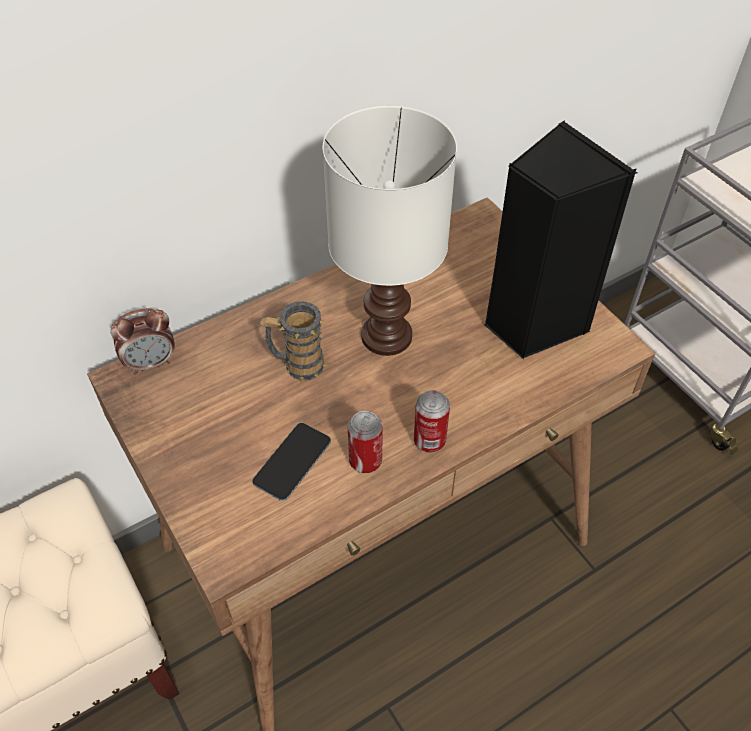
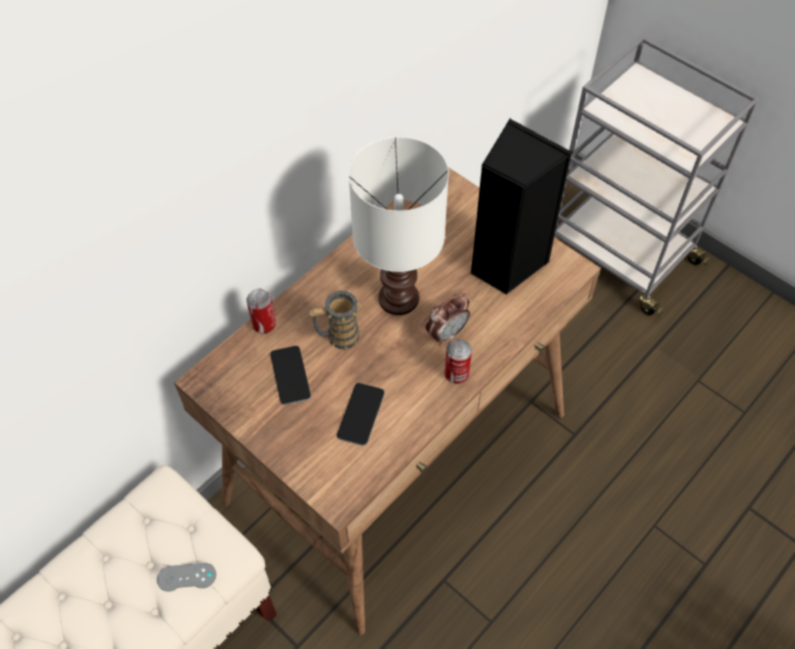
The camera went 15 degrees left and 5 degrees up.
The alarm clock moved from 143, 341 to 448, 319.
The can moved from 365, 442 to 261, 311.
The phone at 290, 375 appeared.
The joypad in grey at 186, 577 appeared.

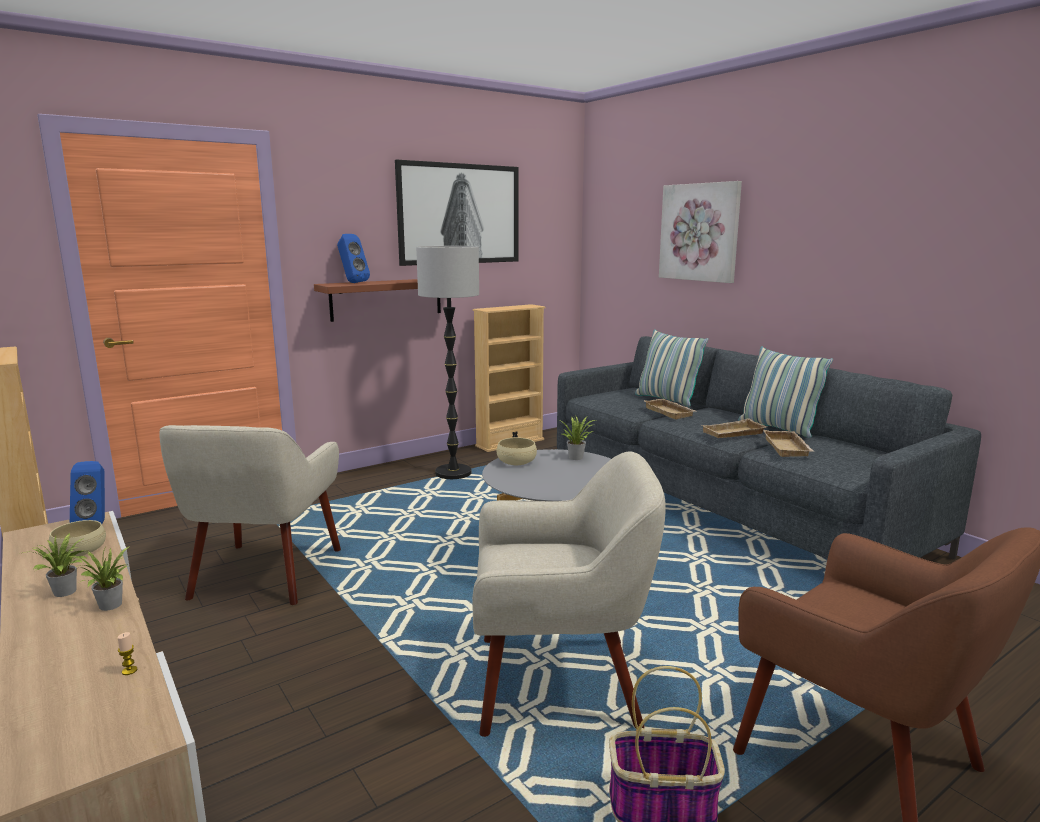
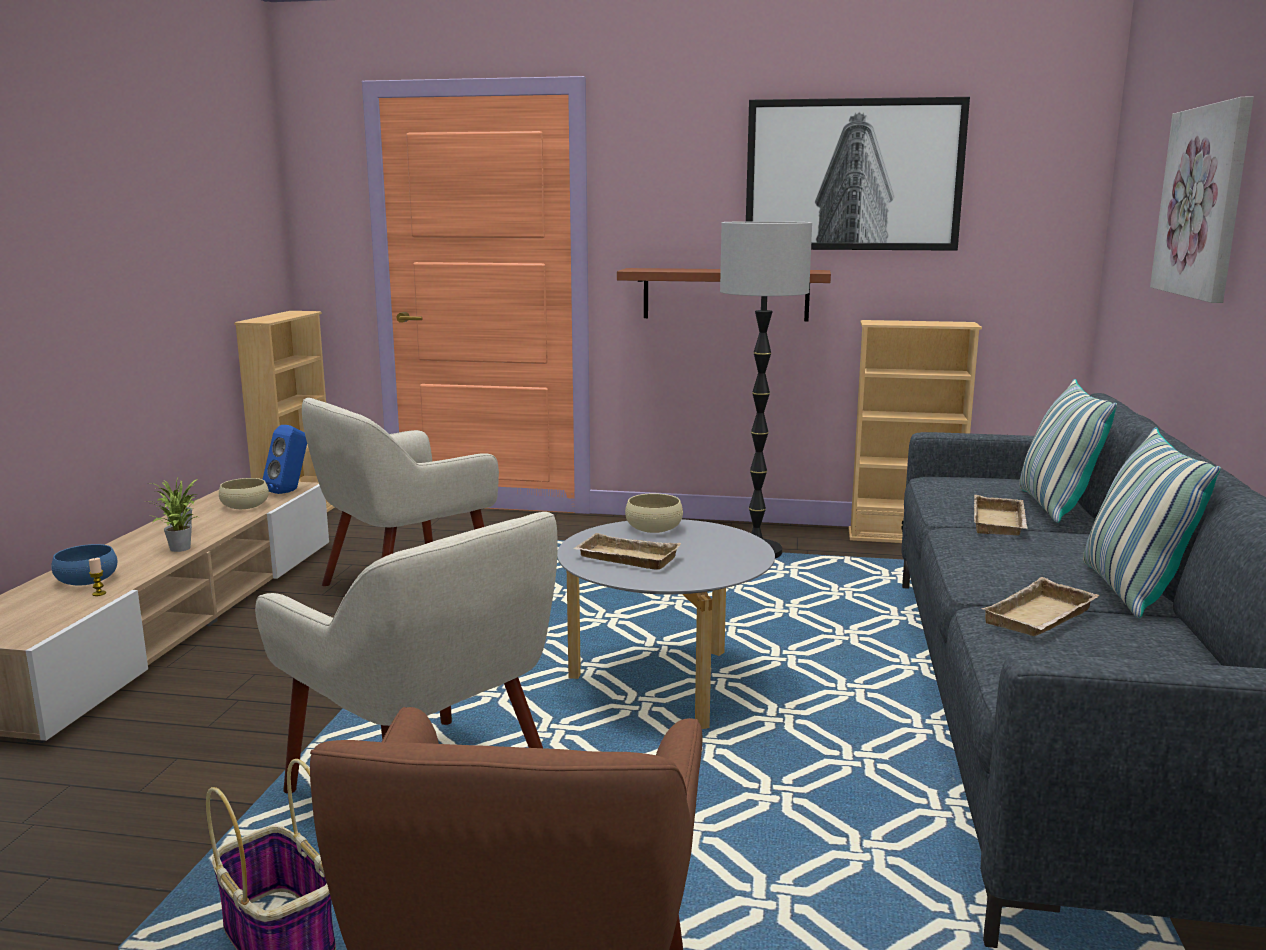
The camera went 45 degrees right and 0 degrees up.
The audio speaker in bluish at 353, 258 disappeared.
The potted plant at 577, 437 disappeared.
The carrying tray in sand-coloured moved from 734, 428 to 627, 551.
The bowl in bluish at 84, 565 appeared.

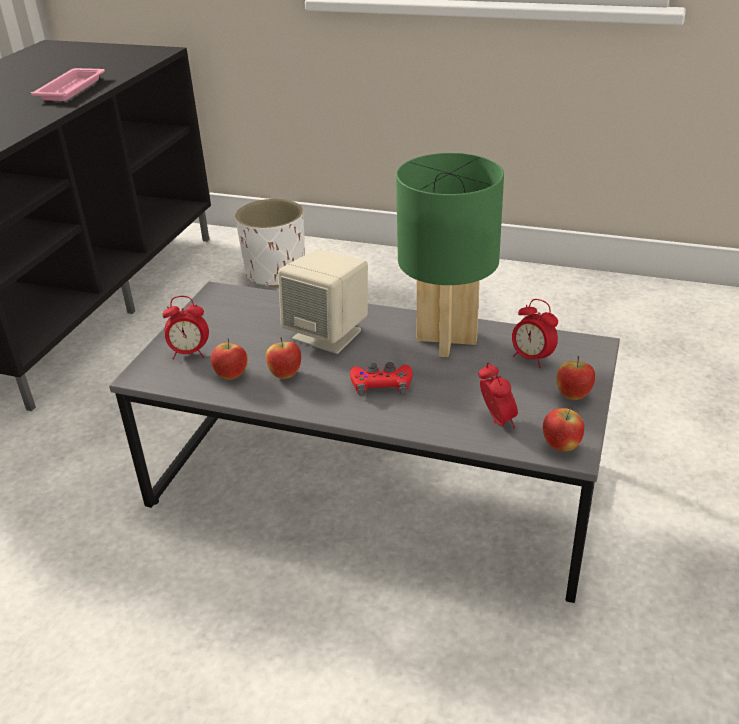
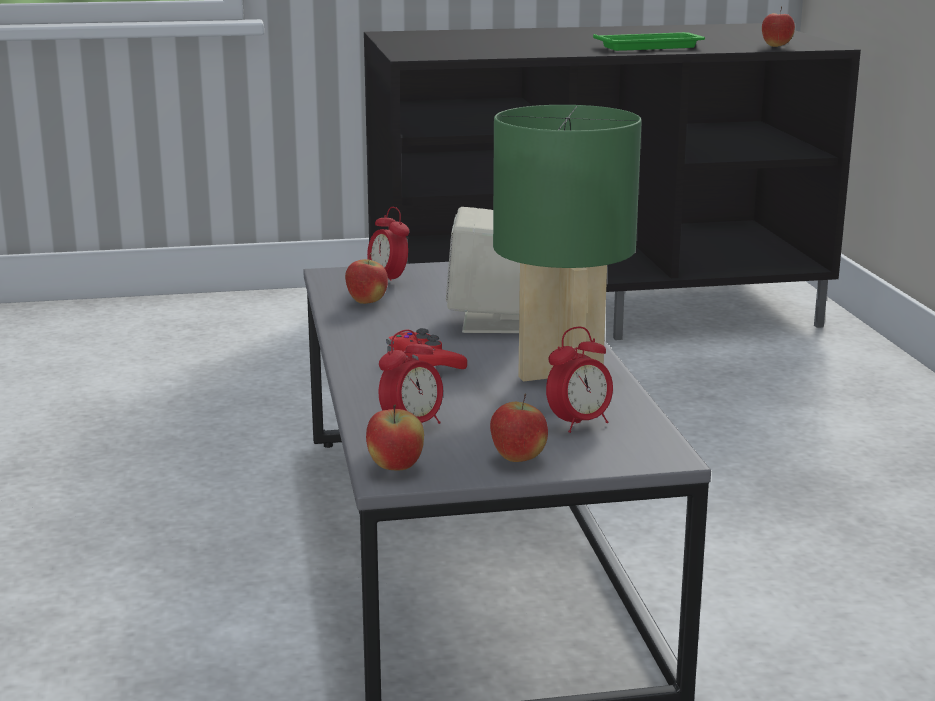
The camera went 60 degrees right and 15 degrees down.
The carrying tray in pink-coloured at 68, 84 became the carrying tray in green-coloured at 649, 41.
The flower pot in white-coloured at 270, 243 disappeared.
The alarm clock at 535, 333 turned 135 degrees counterclockwise.
The apple fruit moved from 283, 358 to 778, 26.

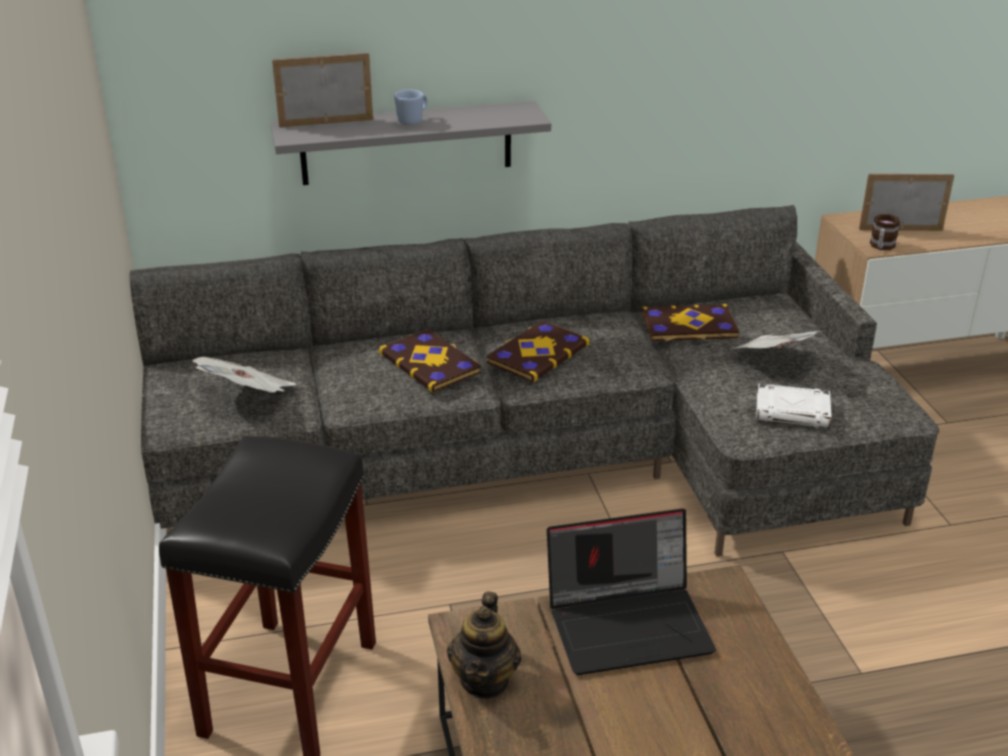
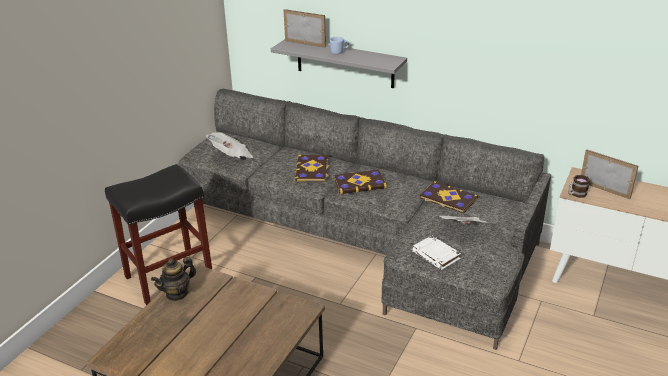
The camera went 40 degrees right and 0 degrees up.
The notebook computer at 631, 592 disappeared.

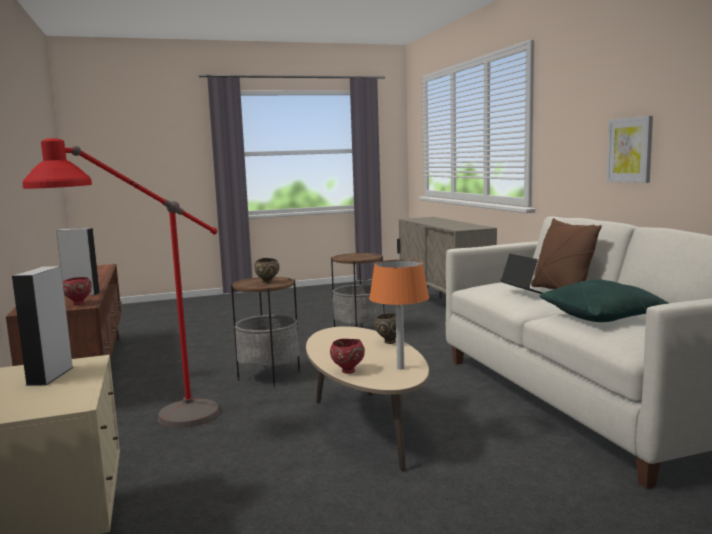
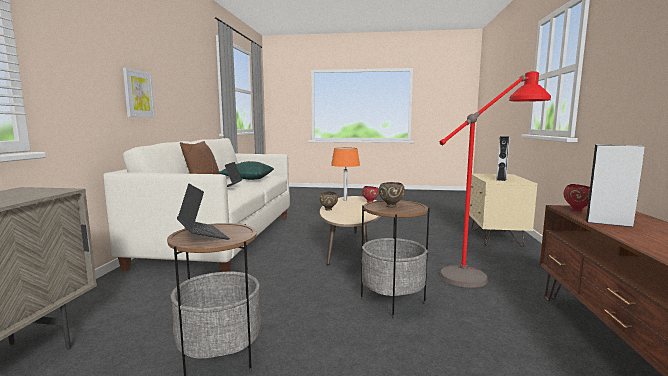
The camera went 155 degrees left and 0 degrees up.
The notebook computer at 203, 212 appeared.

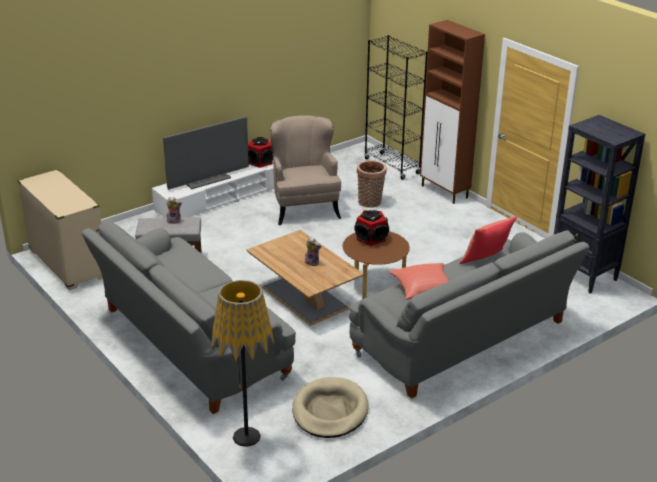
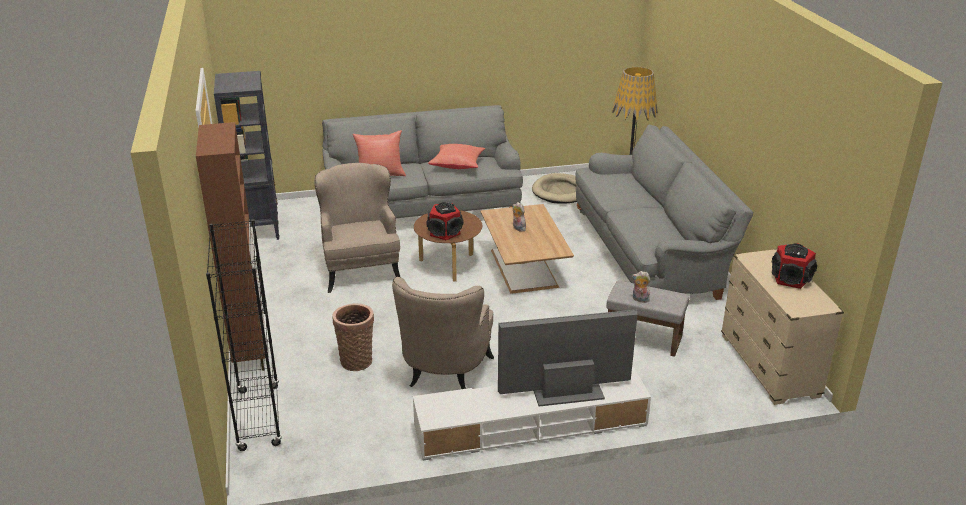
The camera went 155 degrees left and 0 degrees up.
The audio speaker moved from 260, 152 to 794, 266.
The lounge chair in sand-coloured at 357, 228 appeared.

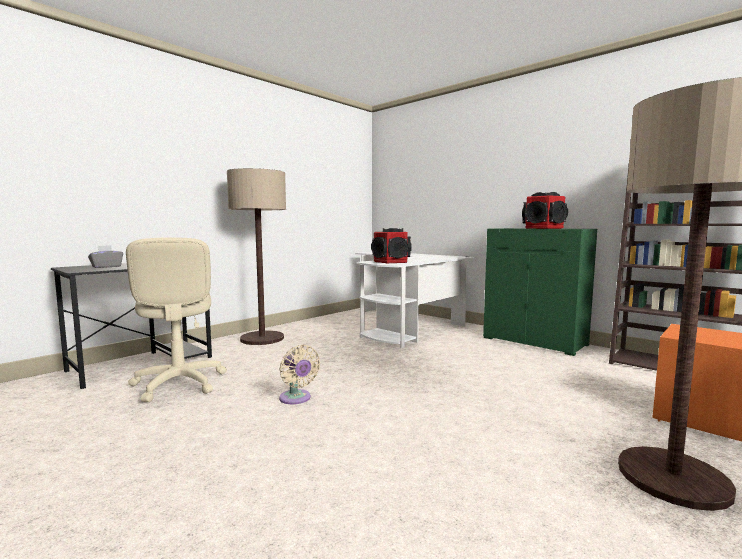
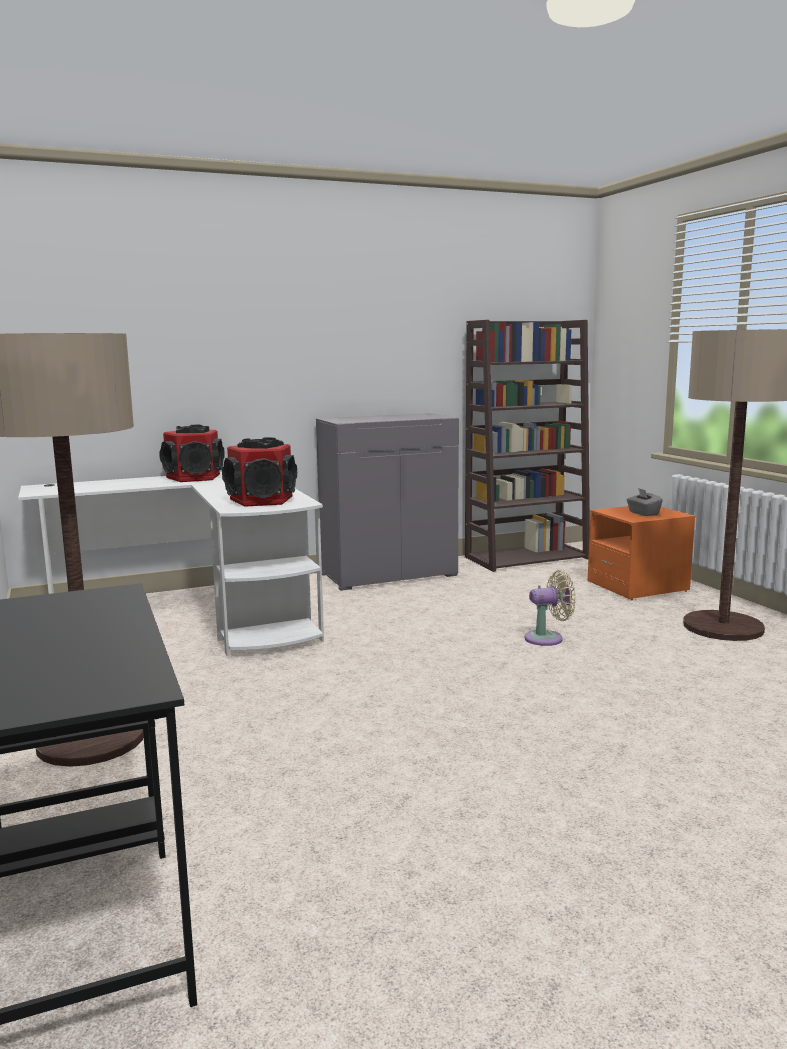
The camera went 65 degrees left and 5 degrees up.
The audio speaker moved from 545, 210 to 192, 453.
The storage cabinet in green-coloured at 540, 292 became the storage cabinet in grey at 387, 502.
The desk chair in sand-coloured at 176, 319 disappeared.
The tissue holder in grey moved from 105, 256 to 645, 502.
The cooling fan in sand-coloured moved from 299, 374 to 550, 608.

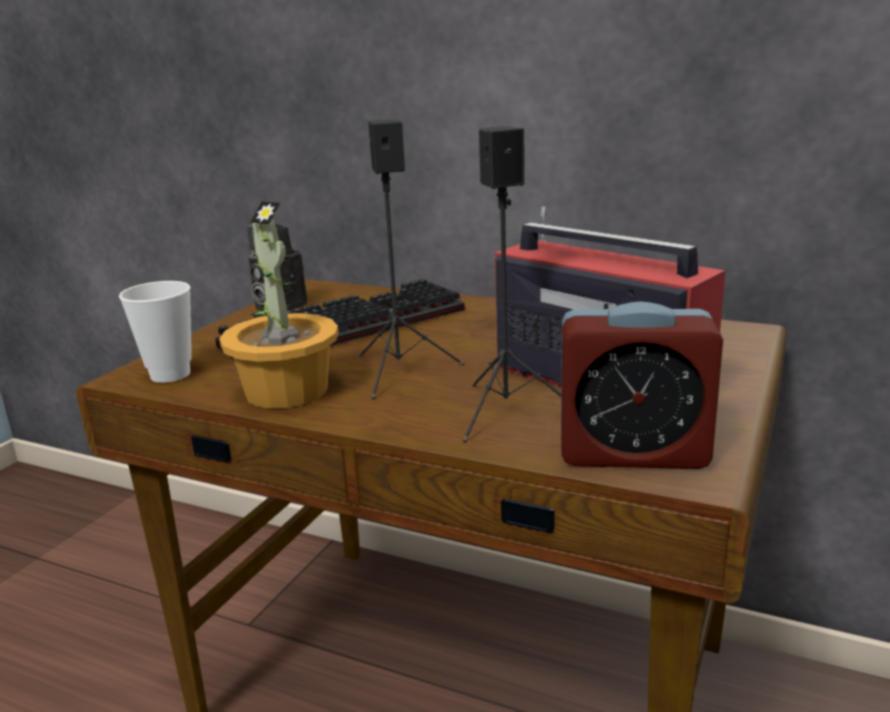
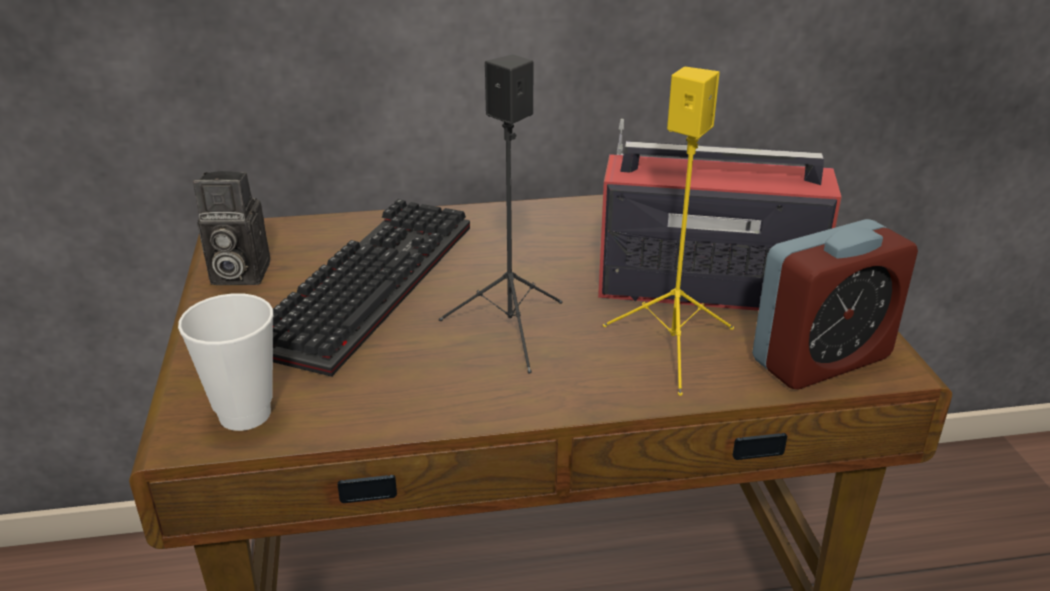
The camera went 35 degrees left and 10 degrees up.
The audio speaker in blackish at 512, 284 became the audio speaker in yellow at 668, 231.
The potted plant at 279, 305 disappeared.

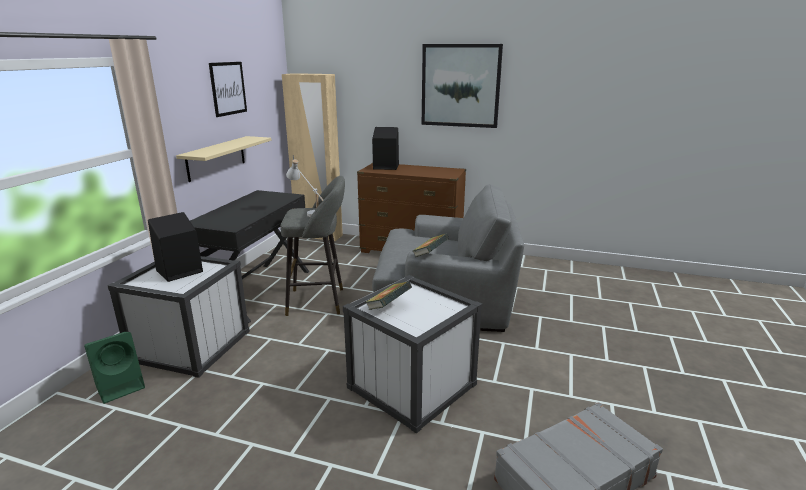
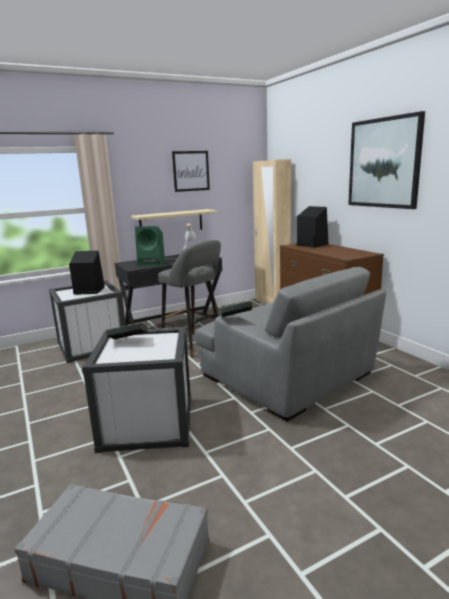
The camera went 45 degrees right and 5 degrees down.
The audio speaker in green-coloured moved from 114, 368 to 150, 246.

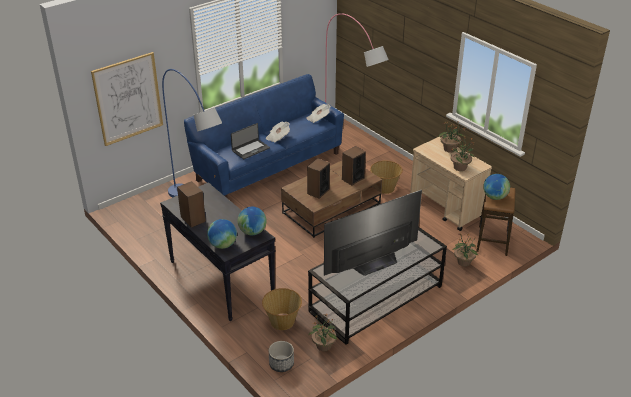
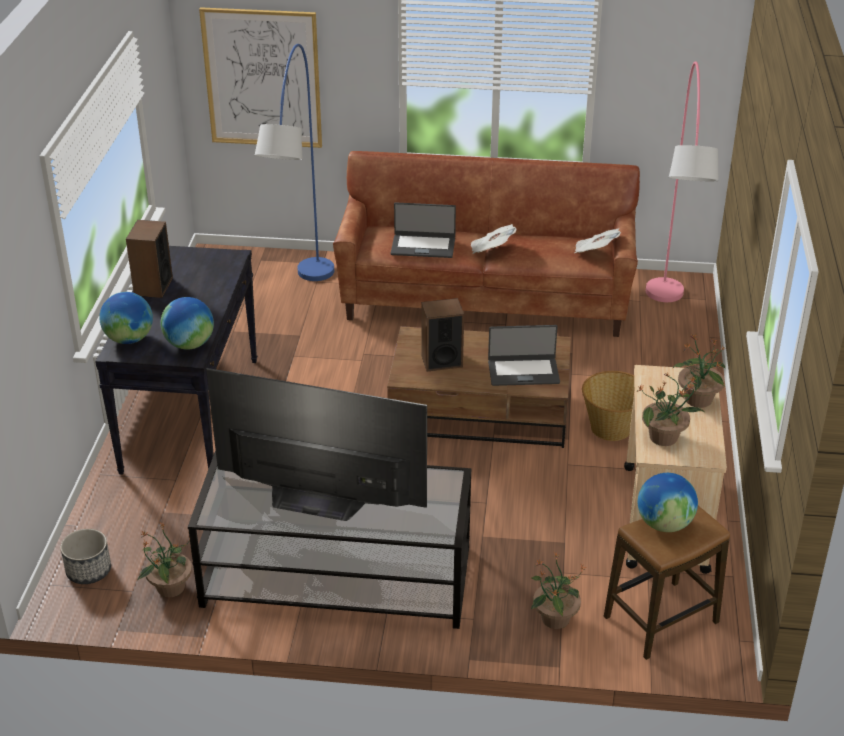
The camera went 45 degrees right and 0 degrees up.
The couch in bluish at 264, 136 became the couch in brown at 486, 244.
The audio speaker at 354, 165 was replaced by the notebook computer at 524, 355.
The household basket at 282, 309 disappeared.

